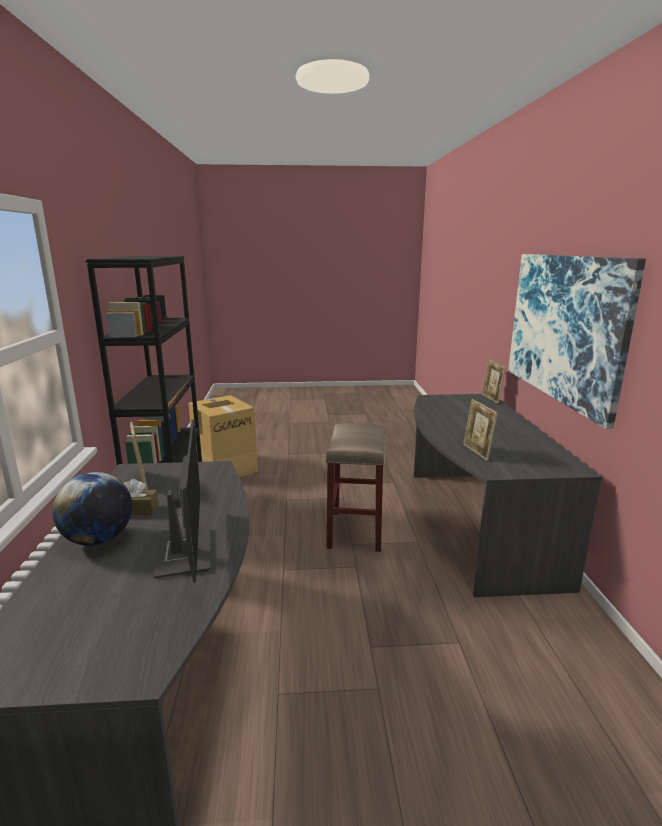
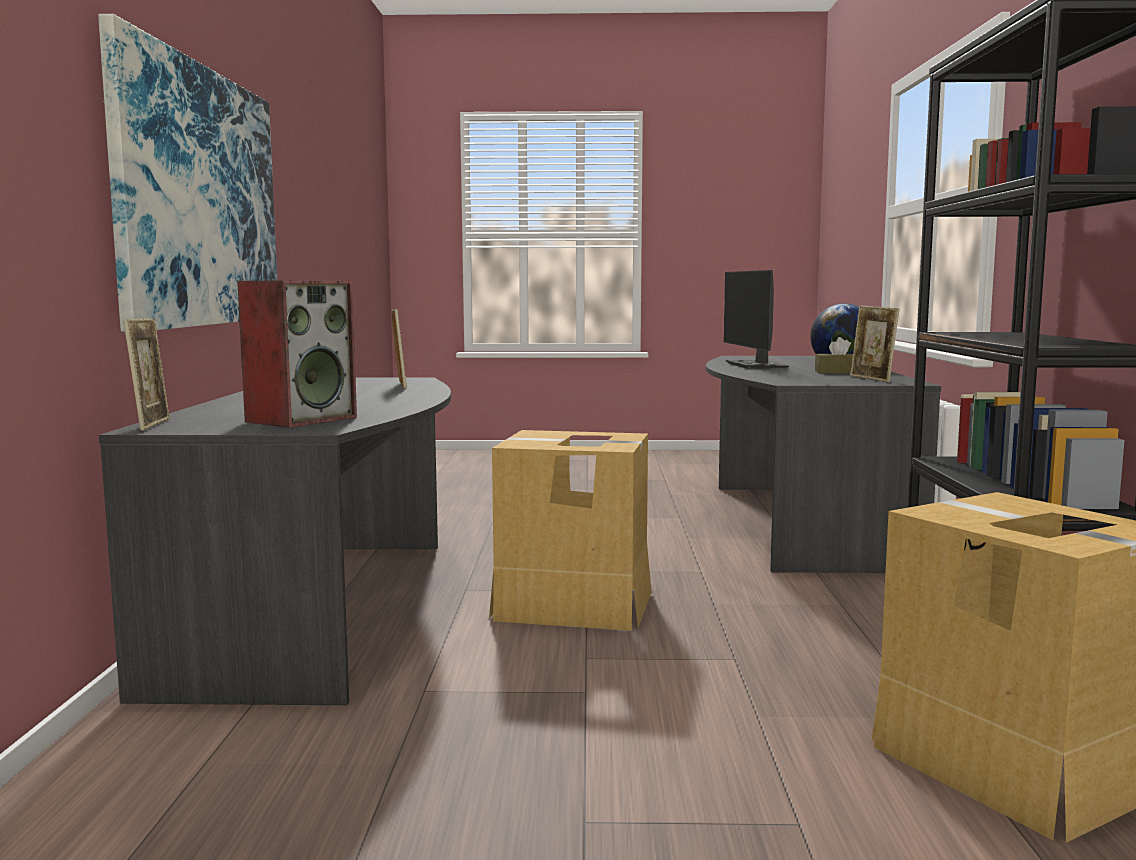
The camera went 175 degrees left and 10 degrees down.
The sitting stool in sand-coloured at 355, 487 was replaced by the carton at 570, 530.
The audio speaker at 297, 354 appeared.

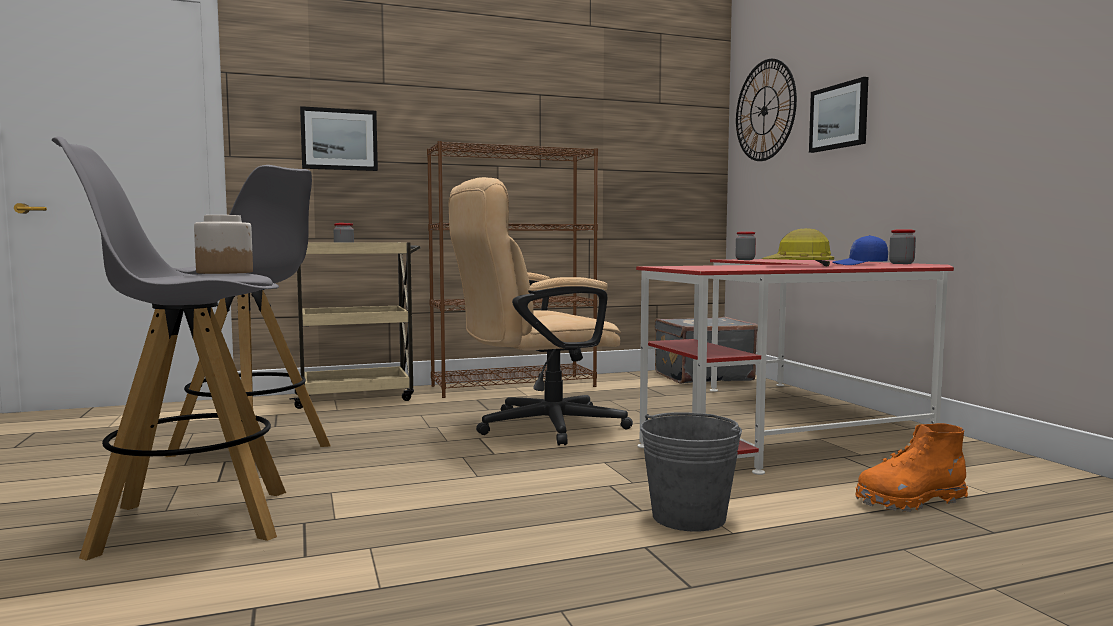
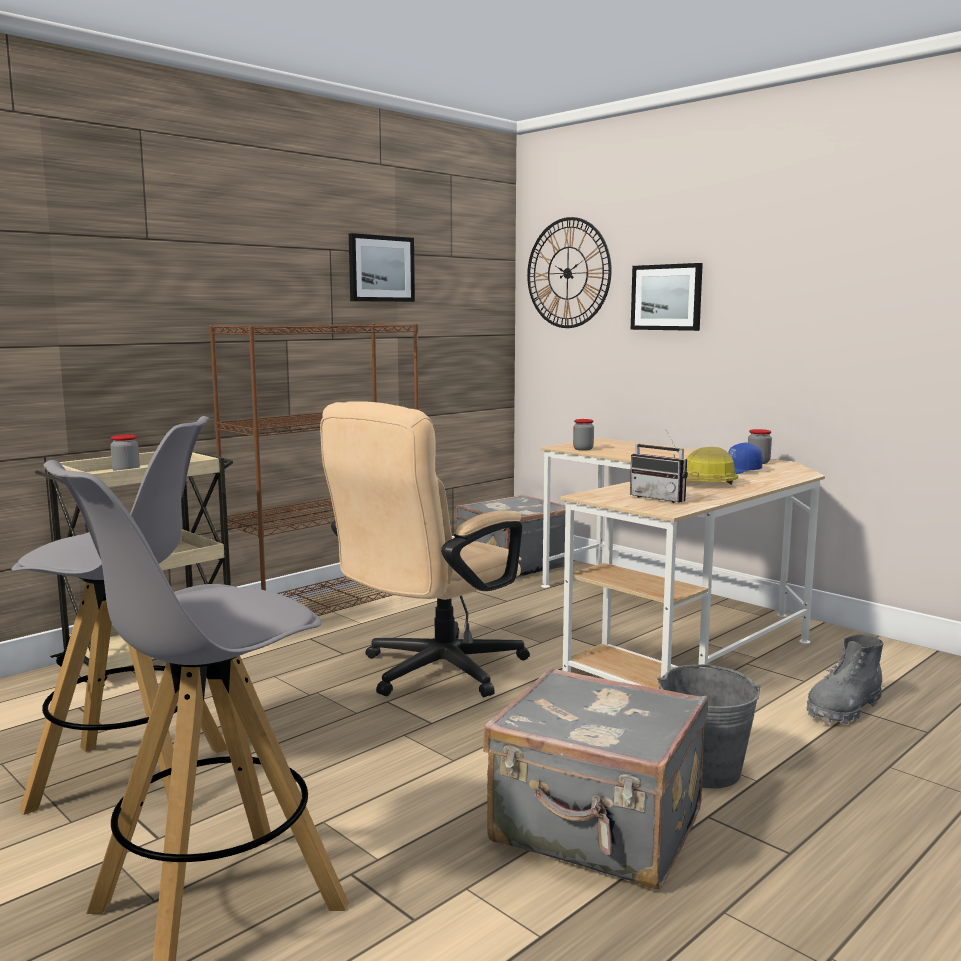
The camera went 25 degrees left and 5 degrees up.
The wall art moved from 339, 138 to 382, 267.
The storage jar at 223, 244 disappeared.
The desk table in red at 795, 367 became the desk table in sand-coloured at 682, 563.
The high-top boot in orange at 911, 467 became the high-top boot in grey at 844, 679.
The radio set at 659, 466 appeared.
The suitcase in grey at 595, 778 appeared.

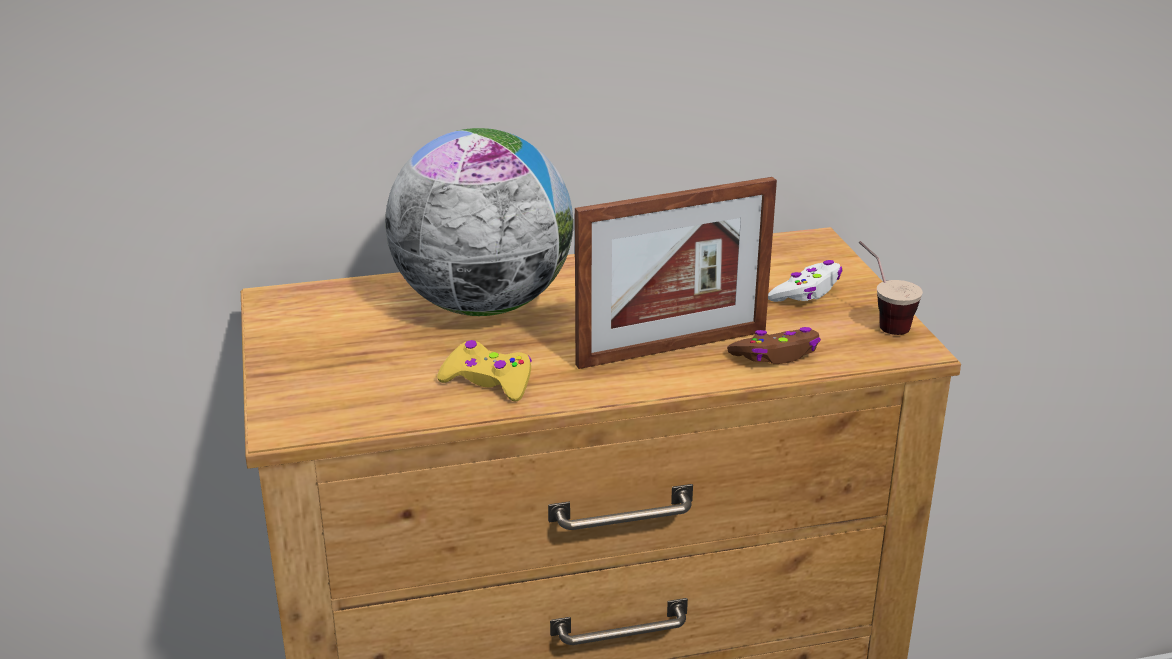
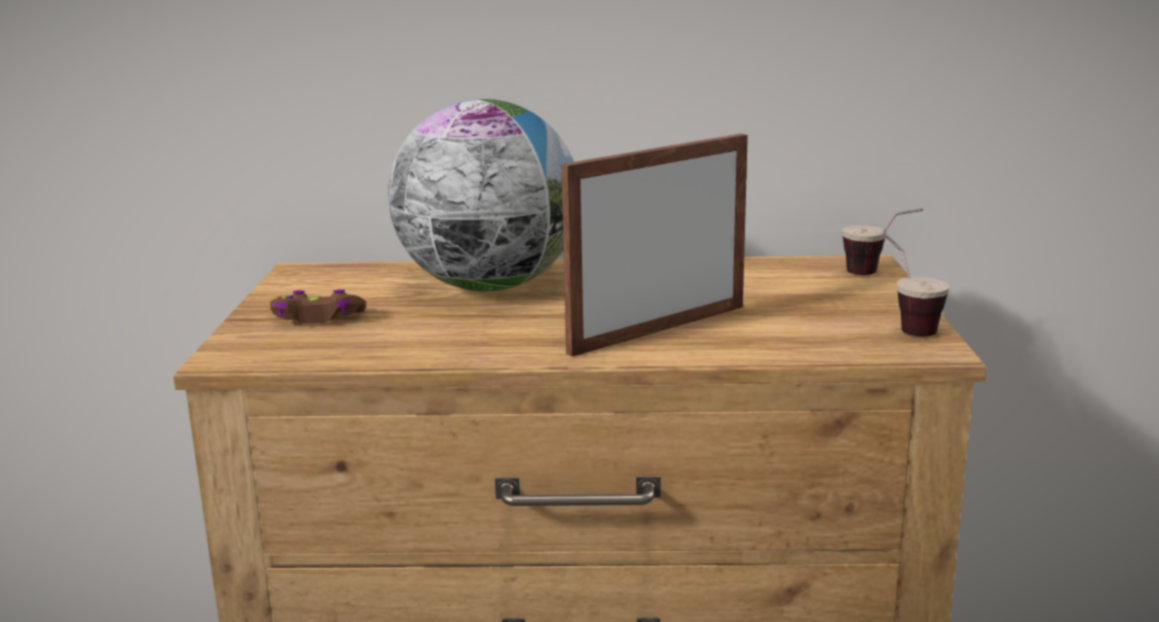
The camera went 15 degrees right and 10 degrees down.
The standing frame at 676, 273 turned 150 degrees clockwise.
The joypad in white-coloured at 805, 281 disappeared.
The joypad in brown moved from 774, 345 to 318, 306.
The joypad in yellow at 484, 371 disappeared.
The drinking cup at 882, 241 appeared.

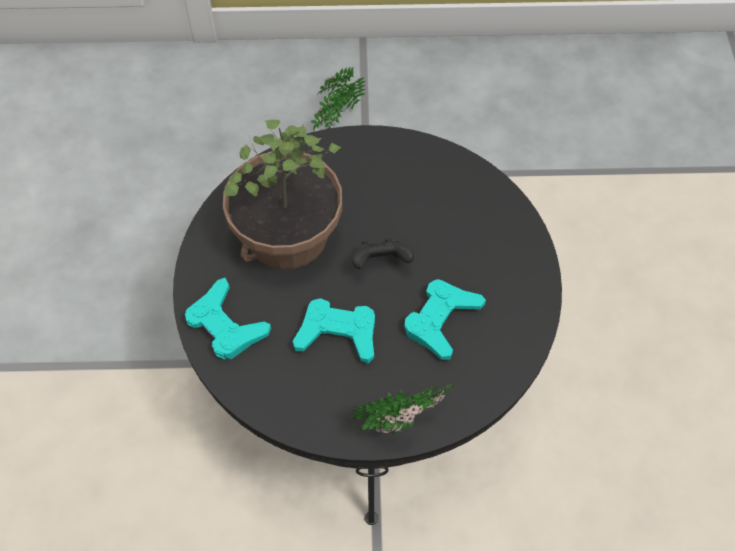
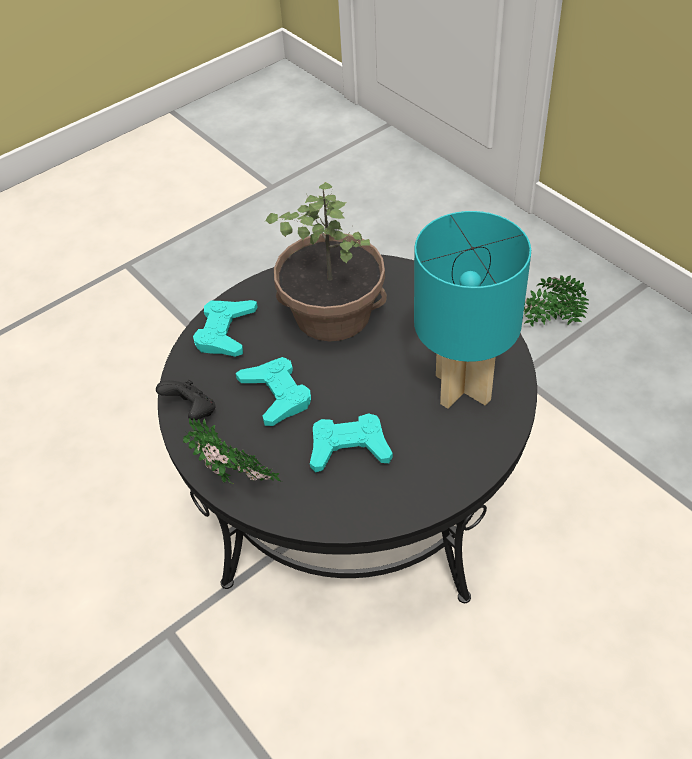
The camera went 55 degrees right and 10 degrees down.
The joypad in blackish moved from 383, 253 to 186, 400.
The table lamp in turquoise at 472, 310 appeared.

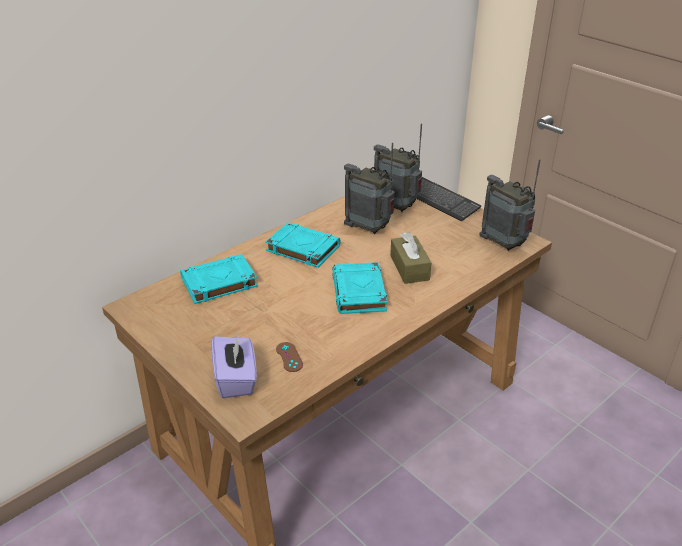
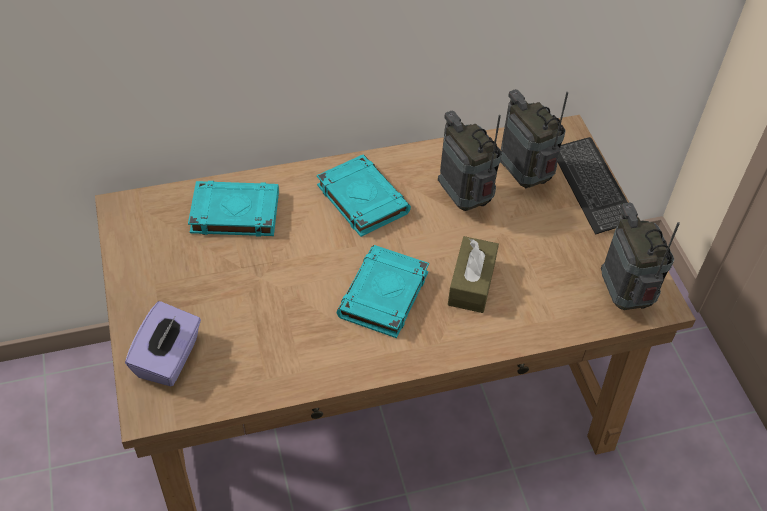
The camera went 25 degrees right and 15 degrees up.
The joypad in brown at 289, 357 disappeared.

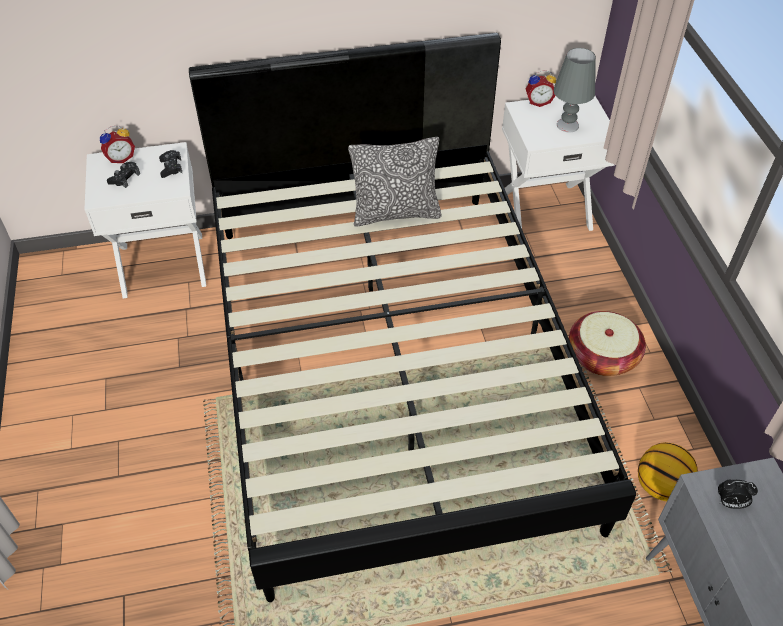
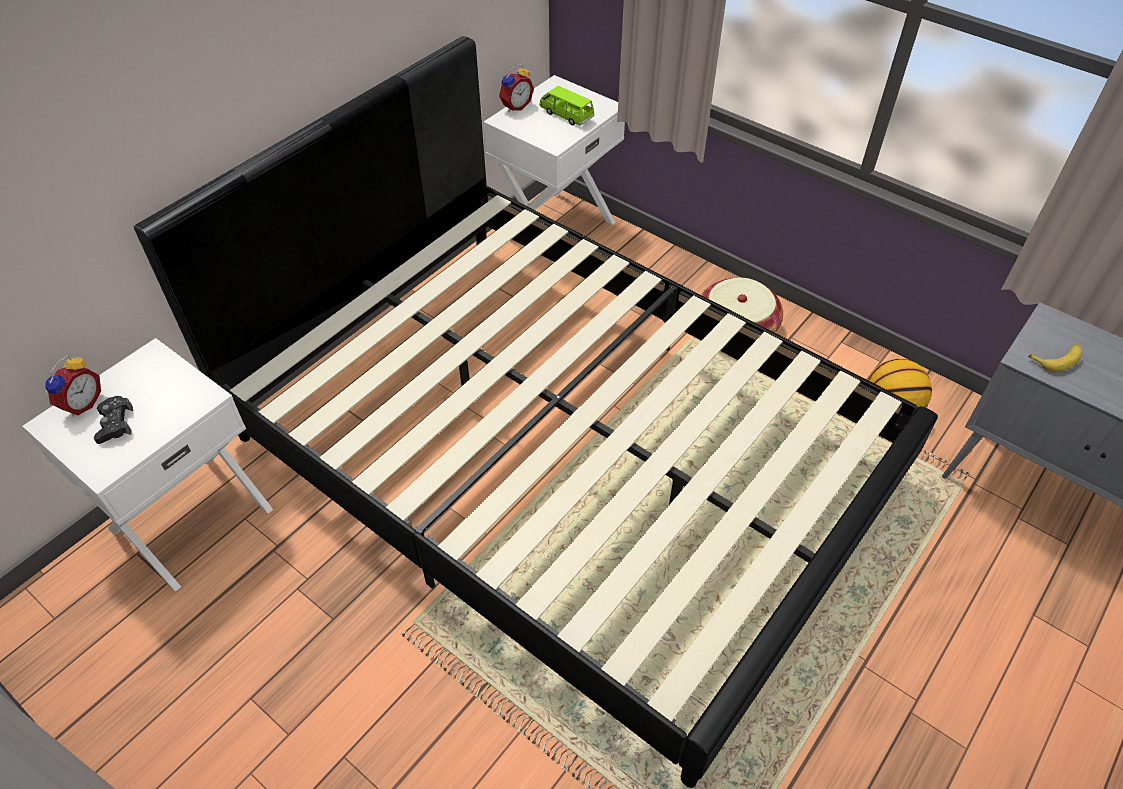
The camera went 40 degrees left and 0 degrees up.
The table lamp in grey at 575, 90 was replaced by the miniature car in green-coloured at 567, 105.
The throw pillow at 395, 182 disappeared.
The joypad in blackish at 171, 164 disappeared.
The alarm clock at 738, 494 was replaced by the banana fruit at 1055, 358.

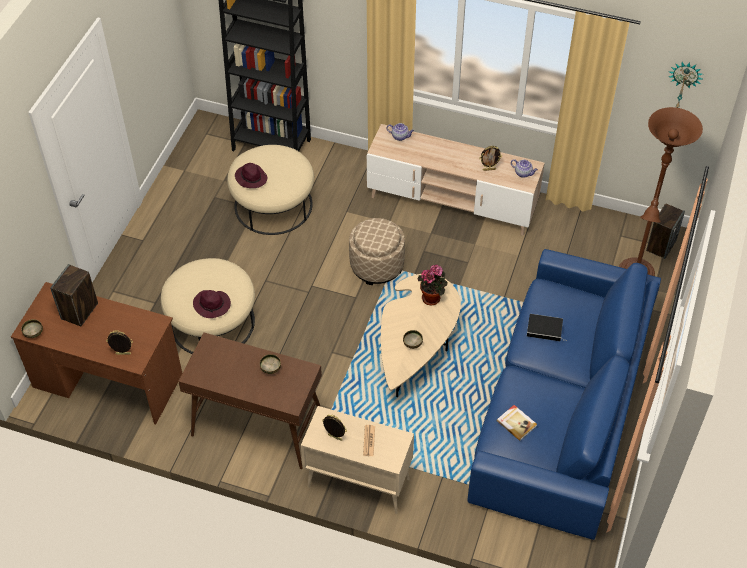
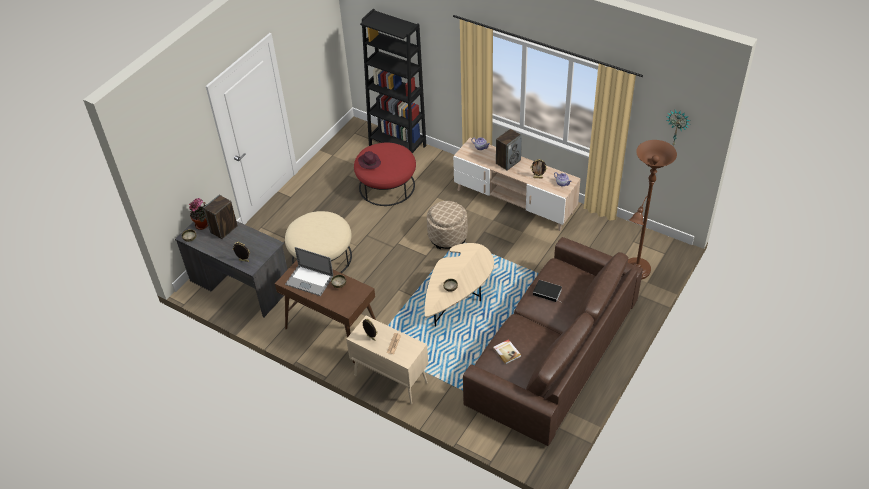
The camera went 15 degrees right and 5 degrees down.
The pouffe in sand-coloured at 270, 190 became the pouffe in red at 385, 174.
The audio speaker moved from 665, 231 to 509, 150.
The couch in bluish at 564, 394 became the couch in brown at 553, 341.
The potted plant moved from 432, 285 to 198, 214.
The desk table in brown at 96, 353 became the desk table in grey at 231, 269.
The wearable hat in purplish at 212, 304 disappeared.
The notebook computer at 309, 271 appeared.

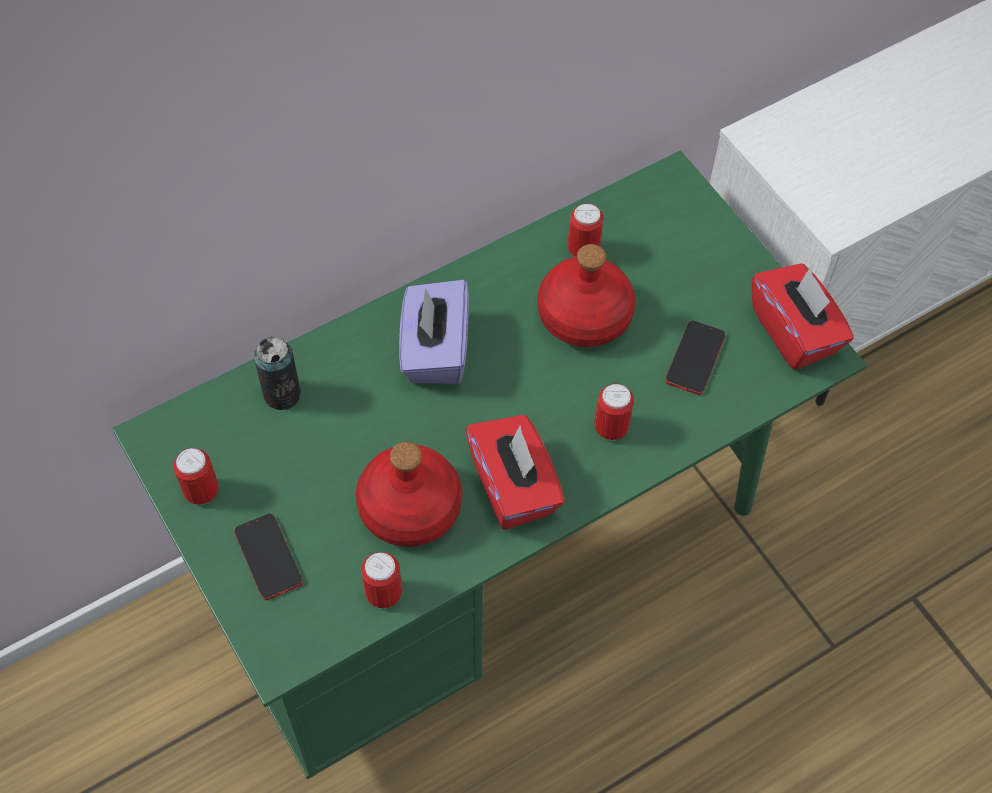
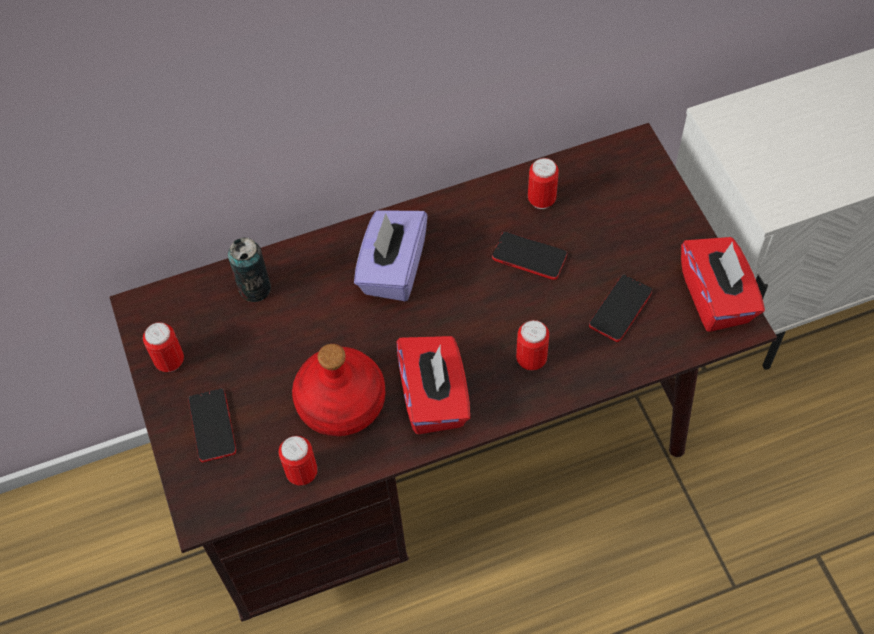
The camera went 15 degrees right and 0 degrees up.
The desk table in green-coloured at 489, 464 became the desk table in brown at 443, 372.
The bottle in red at 587, 295 was replaced by the phone at 529, 256.

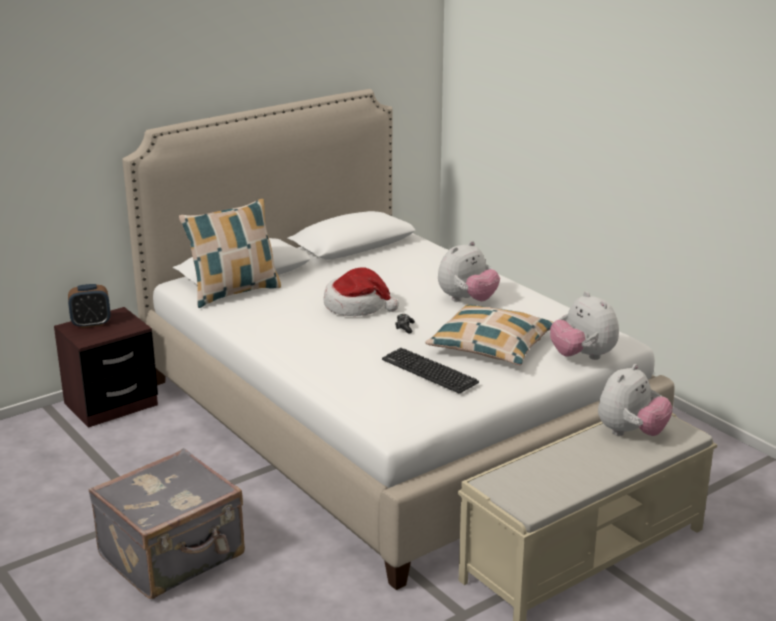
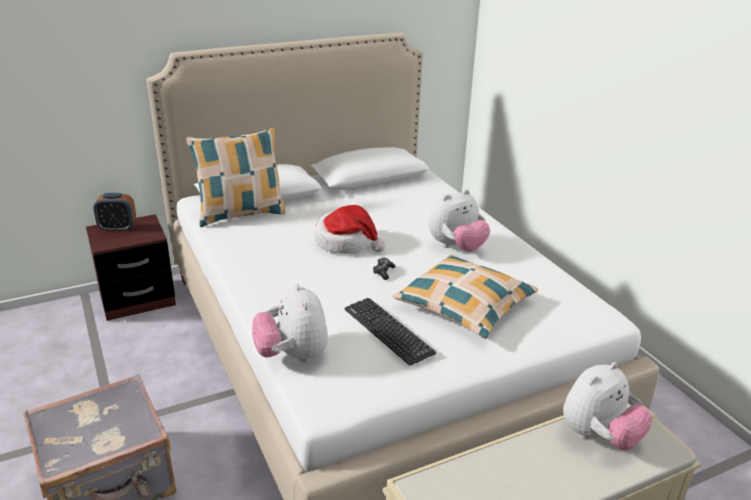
The camera went 10 degrees right and 5 degrees up.
The plush toy moved from 584, 325 to 290, 322.

